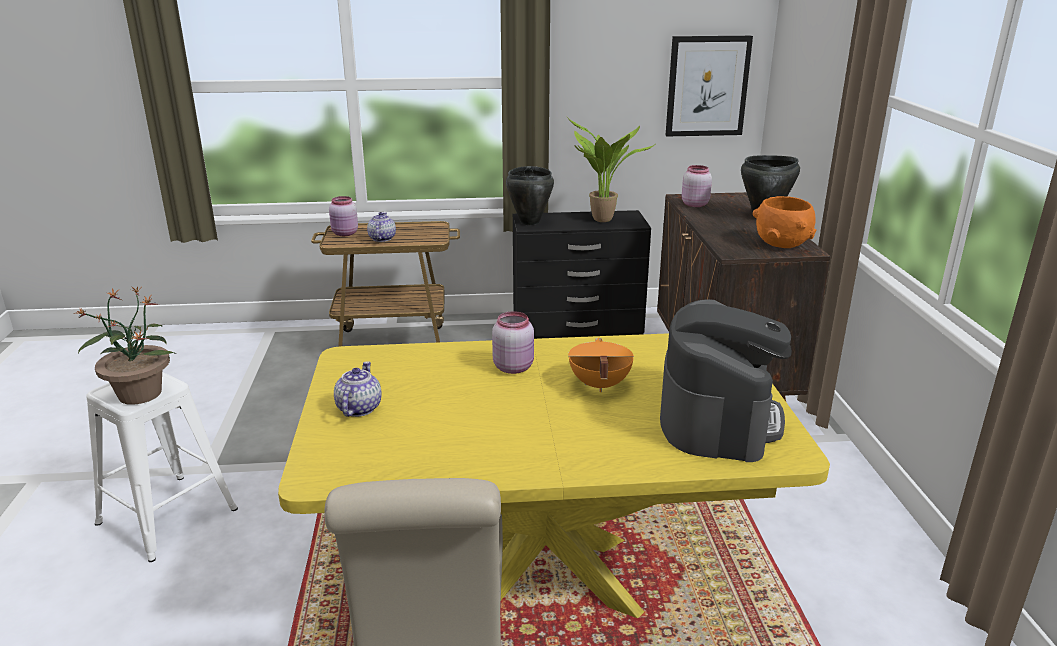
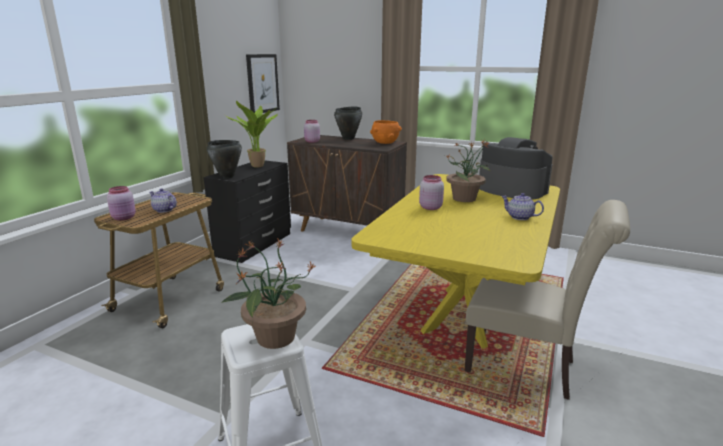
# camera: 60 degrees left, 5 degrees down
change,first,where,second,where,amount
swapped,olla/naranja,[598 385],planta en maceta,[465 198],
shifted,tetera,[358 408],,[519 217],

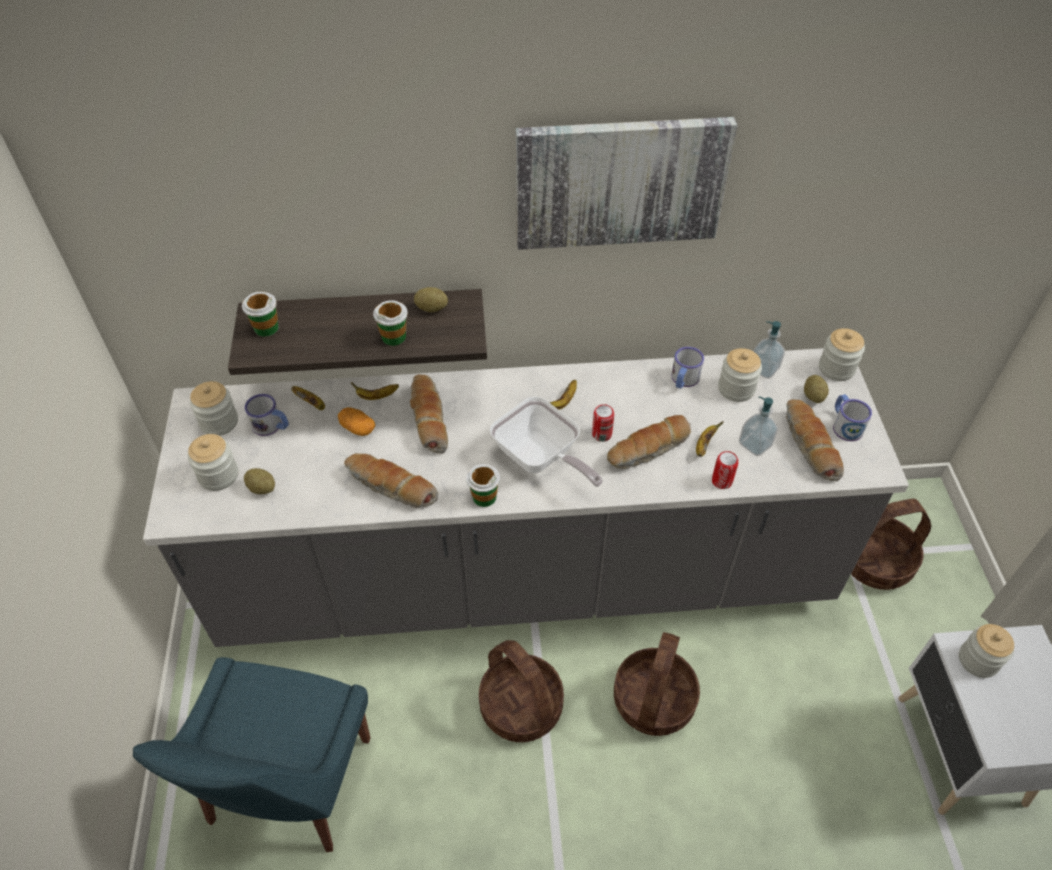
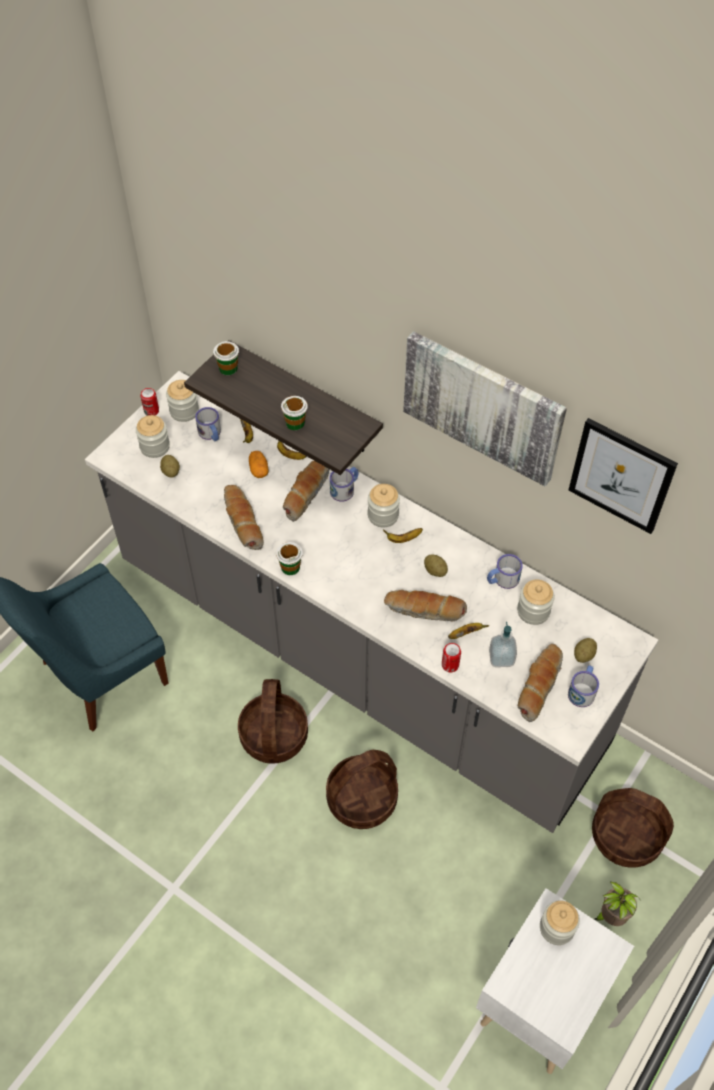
# camera: 40 degrees right, 5 degrees up
change,first,where,second,where,amount
shifted,patata,[431 308],,[435 571],
gone,dispensador de jabón,[763 368],,,
shifted,tarro,[836 368],,[383 515],
gone,sartén,[540 459],,,
shifted,lata,[601 434],,[151 411],
new,,,cuadro,[621 475],
new,,,taza grande,[345 489],
new,,,planta en maceta,[610 916],

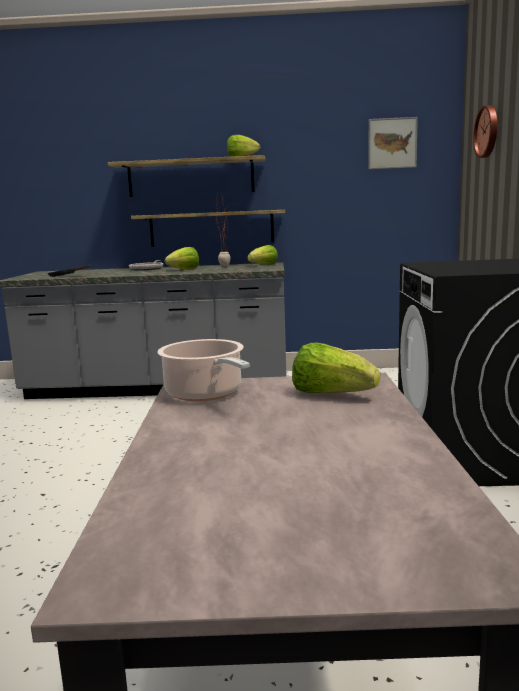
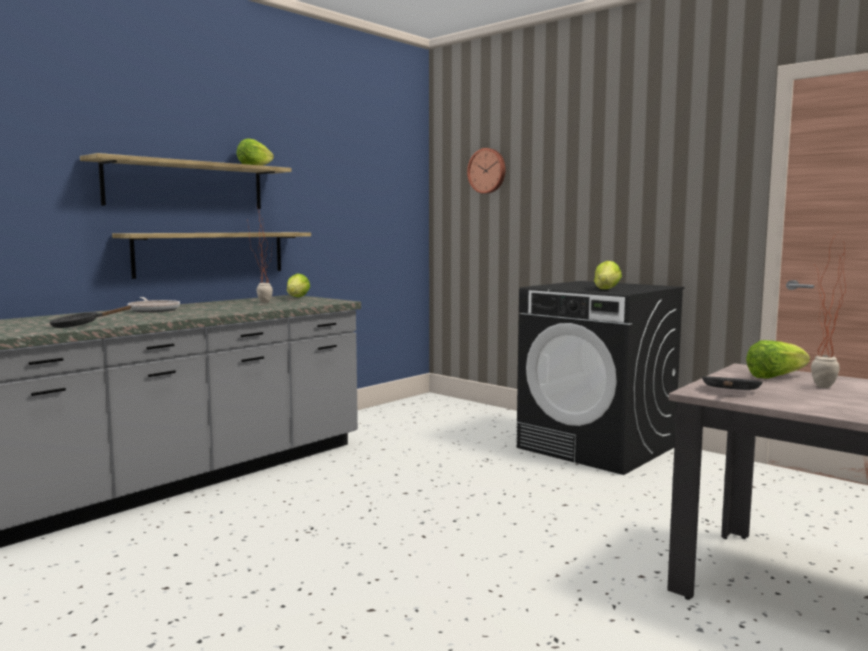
# camera: 50 degrees left, 5 degrees down
change,first,where,second,where,amount
gone,cuadro,[392 143],,,
shifted,lechuga,[184 269],,[606 289],
swapped,olla,[206 394],sartén/negro,[730 391],
new,,,planta en maceta,[820 388],

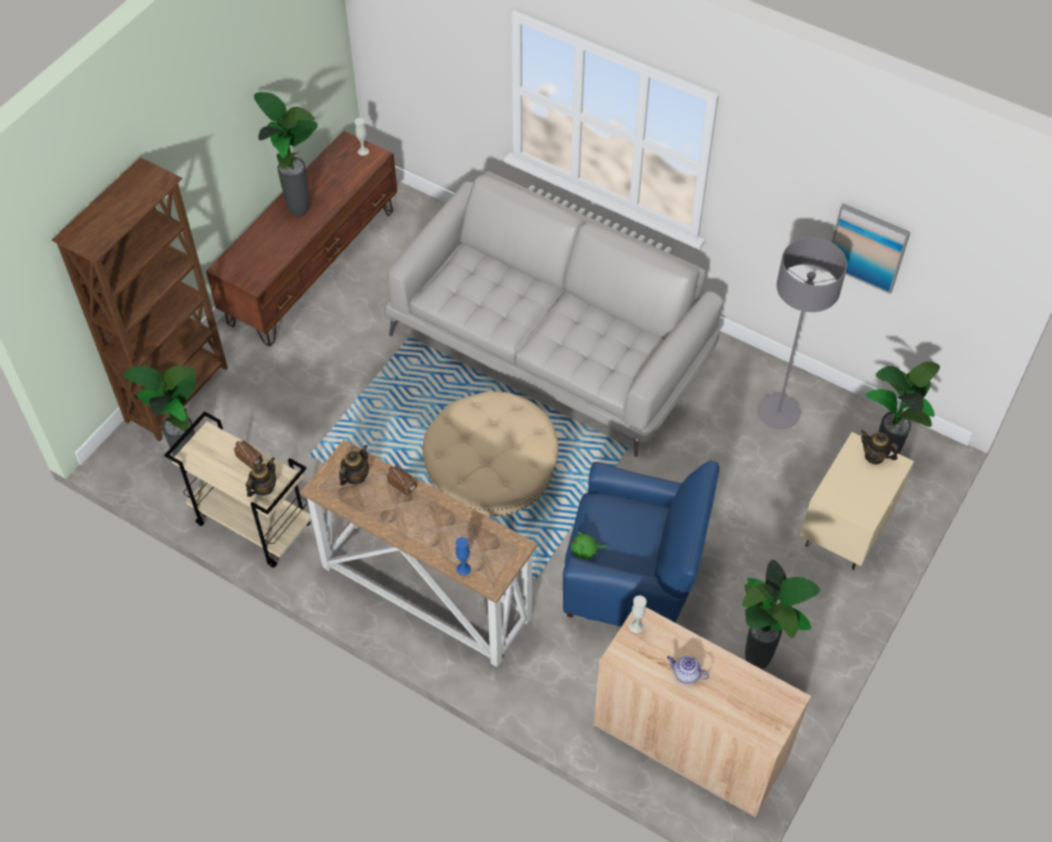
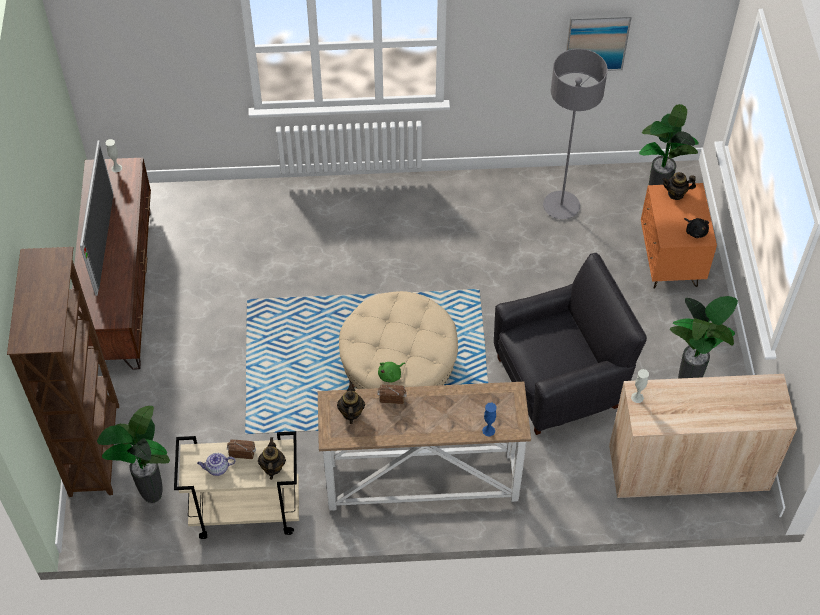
# camera: 35 degrees left, 0 degrees up
change,first,where,second,where,amount
swapped,planta en maceta,[299 211],televisor,[105 242],
gone,sofá/gris,[552 344],,,
repainted,mesita de noche/beis,[845 530],mesita de noche/naranja,[670 262],
repainted,sillón/azul,[633 580],sillón/negro,[560 381],
shifted,peluche/verde,[586 551],,[391 375],
shifted,tetera,[685 674],,[217 468],
new,,,peluche/negro,[695 231],

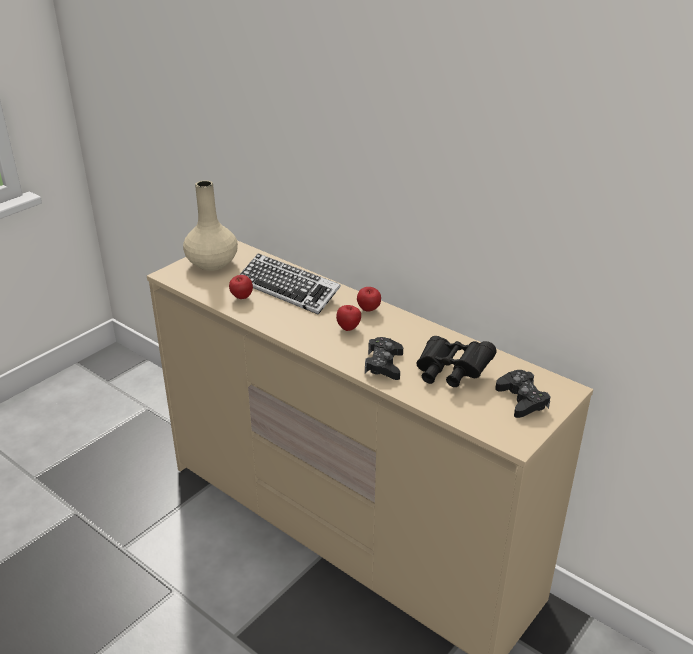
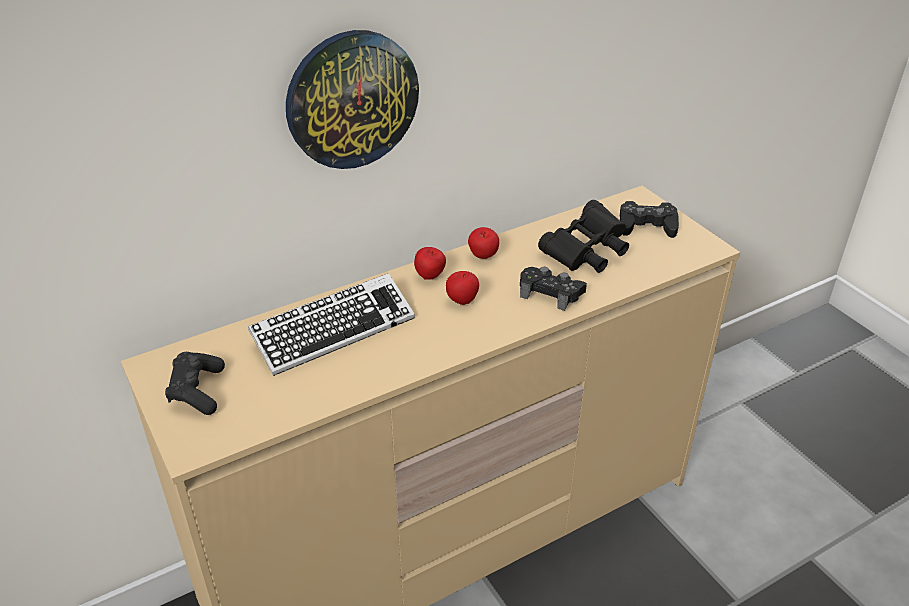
# camera: 70 degrees left, 5 degrees up
change,first,where,second,where,amount
swapped,florero/beis,[212 263],mando de consola/negro,[197 392],
shifted,manzana,[241 298],,[483 257],
new,,,reloj de pared,[352 99],

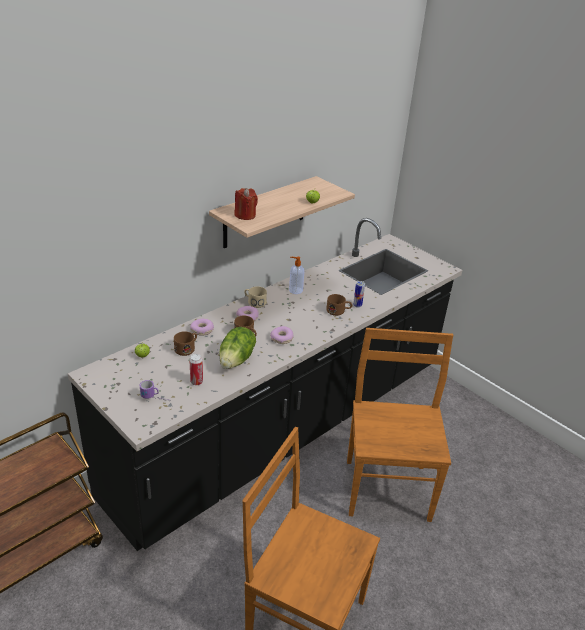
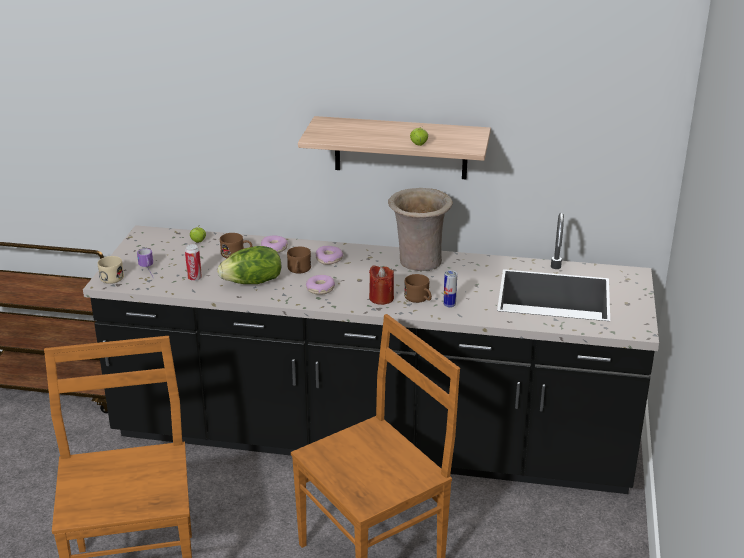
# camera: 55 degrees right, 5 degrees down
change,first,where,second,where,amount
shifted,vela/rojo,[245 215],,[381 298],
swapped,dispensador de jabón,[295 290],florero/beis,[418 262],
shifted,taza grande/beis,[254 302],,[112 276],

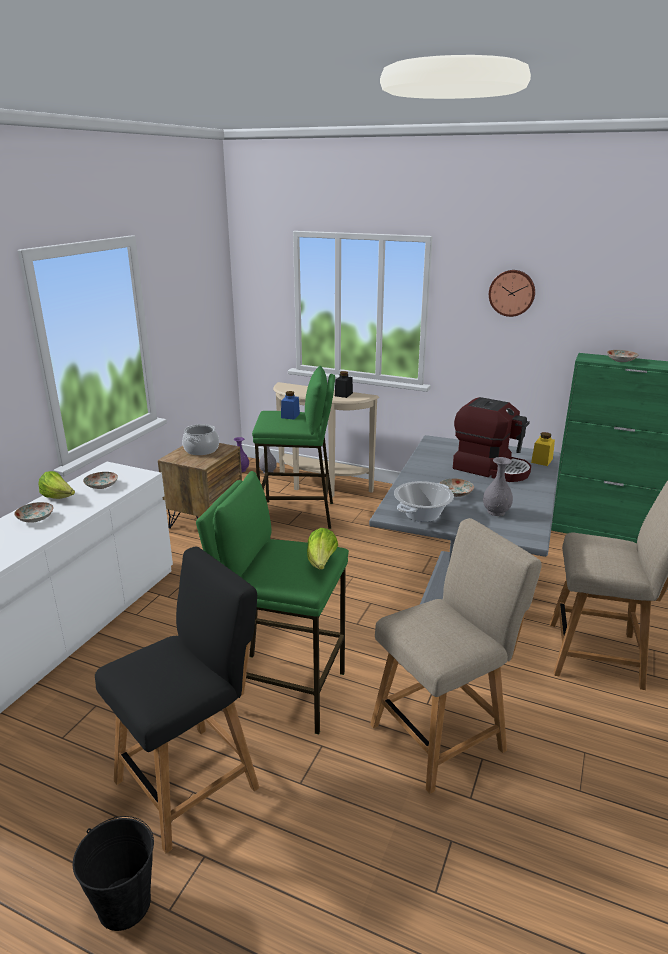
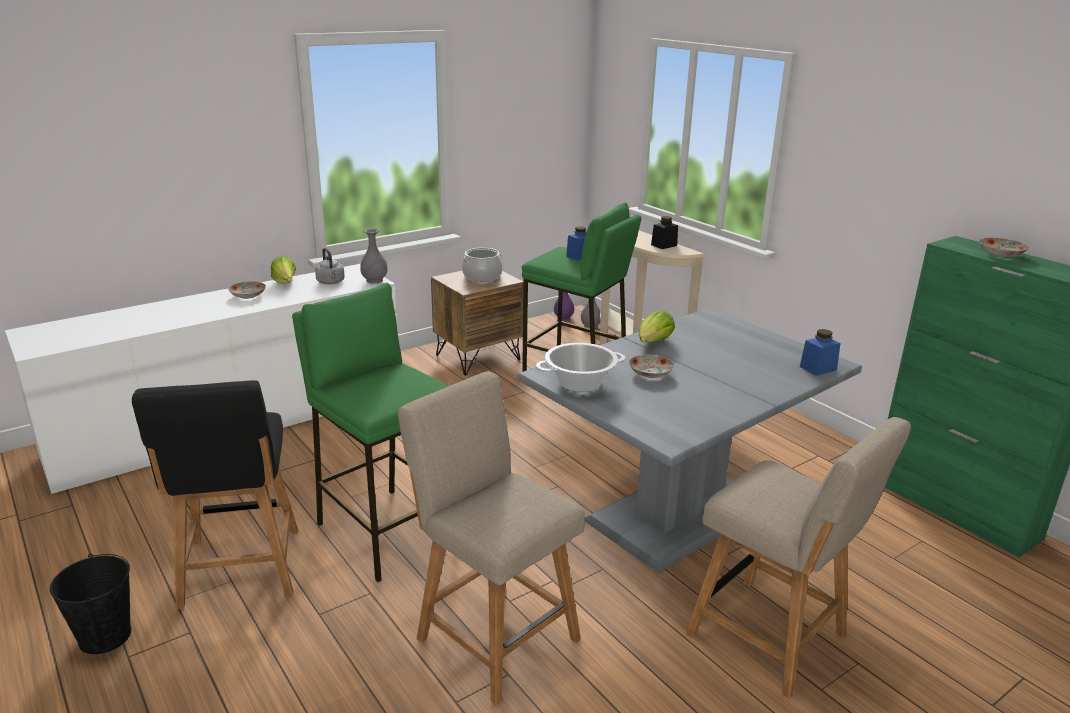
# camera: 30 degrees right, 0 degrees up
change,first,where,second,where,amount
gone,reloj de pared,[512 293],,,
gone,cafetera,[491 468],,,
repainted,tarro/amarillo,[542 460],tarro/azul,[818 368],
shifted,florero/gris,[496 512],,[374 280],
swapped,plato,[102 485],hervidor/gris,[331 282],
rotated,silla/beis,[442 734],,[493 635],135 degrees counterclockwise
shifted,lechuga,[321 563],,[653 343],
rotated,silla/negro,[193 780],,[240 572],90 degrees clockwise

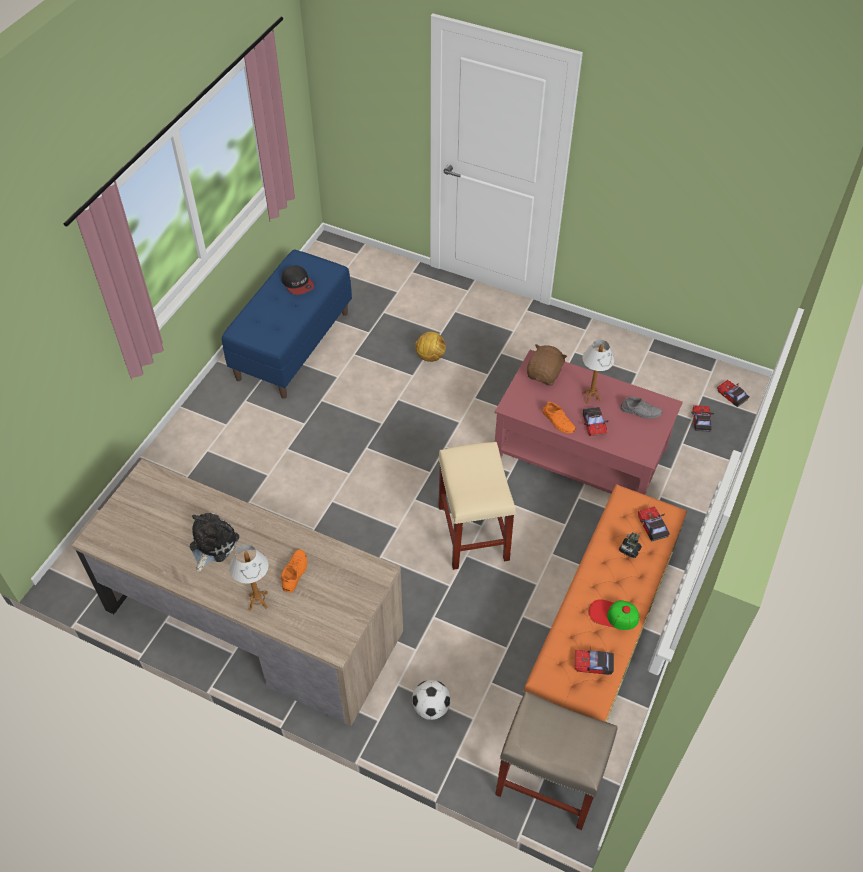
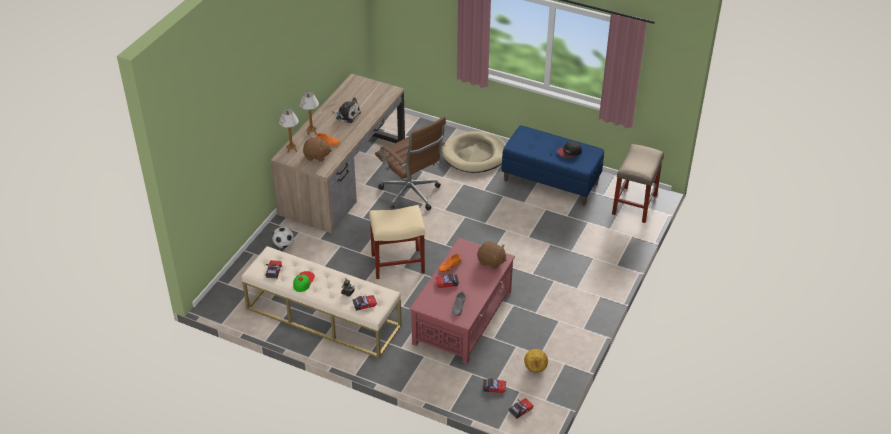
# camera: 90 degrees right, 10 degrees down
change,first,where,second,where,amount
shifted,balón de fútbol,[430 357],,[535 368],
shifted,lámpara de mesa,[591 396],,[291 149],
repainted,banco/naranja,[600 631],banco/beis,[323 317],
shifted,taburete/beis,[550 781],,[634 205],
new,,,silla de oficina/marrón,[411 195],
new,,,cama para perro/beis,[475 155],
new,,,peluche/marrón,[317 156],

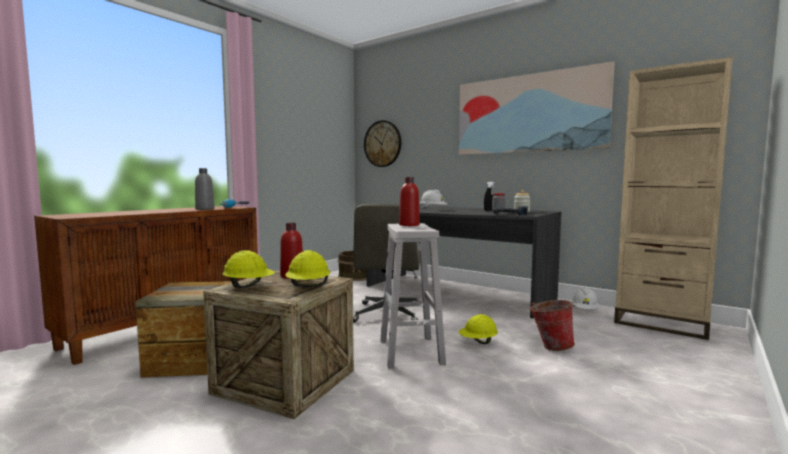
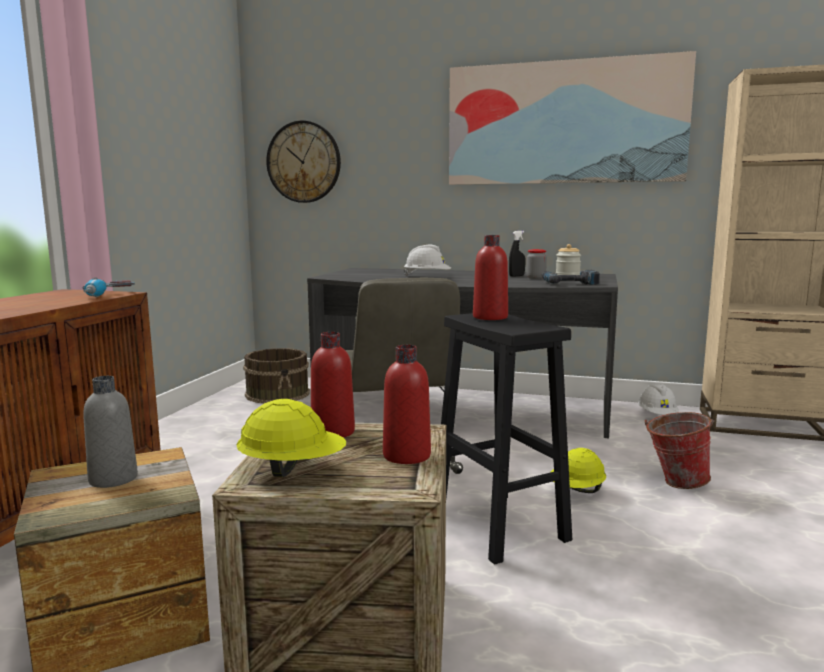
# camera: 20 degrees left, 5 degrees up
change,first,where,second,where,amount
shifted,botella/gris,[205 209],,[113 479],
repainted,taburete/blanco,[411 352],taburete/negro,[500 527],
swapped,casco/amarillo,[308 287],botella/rojo,[406 456],

